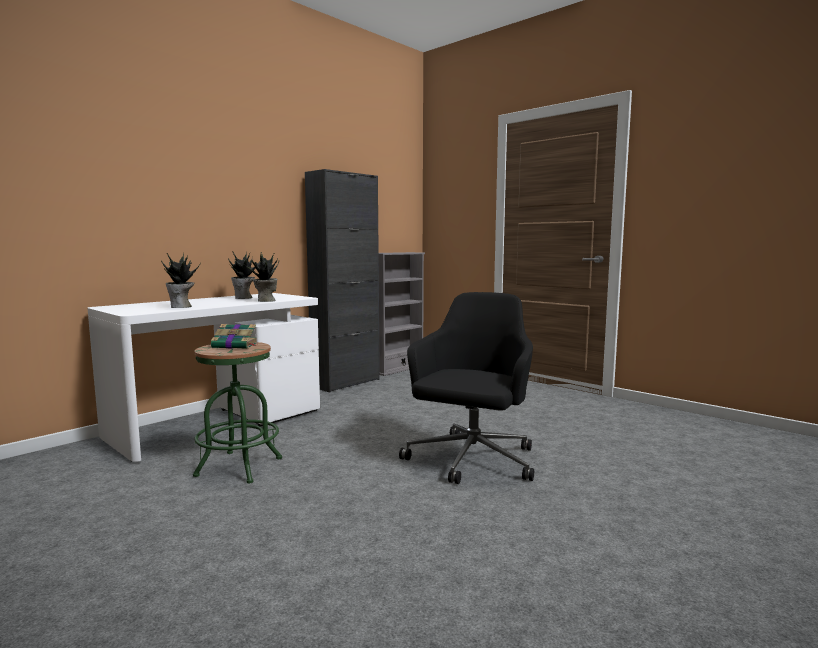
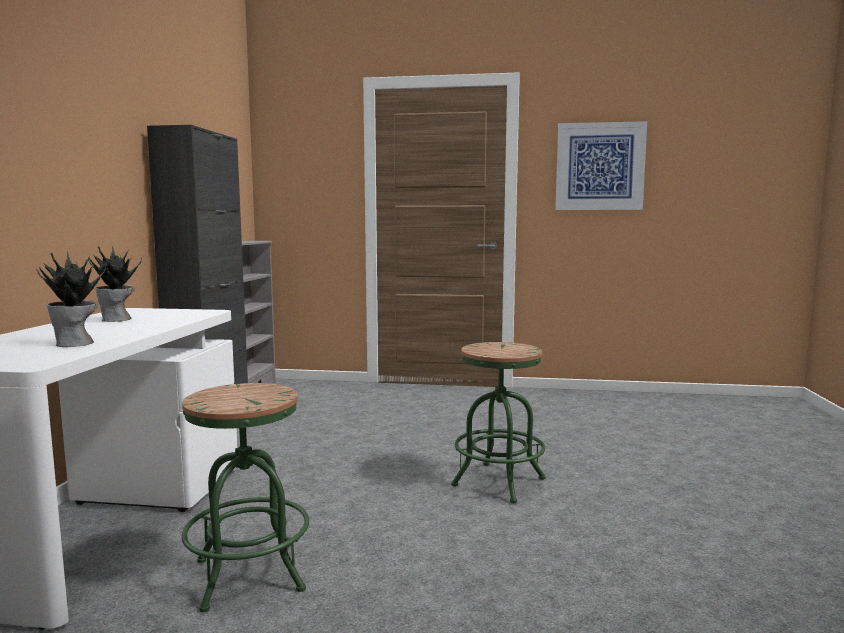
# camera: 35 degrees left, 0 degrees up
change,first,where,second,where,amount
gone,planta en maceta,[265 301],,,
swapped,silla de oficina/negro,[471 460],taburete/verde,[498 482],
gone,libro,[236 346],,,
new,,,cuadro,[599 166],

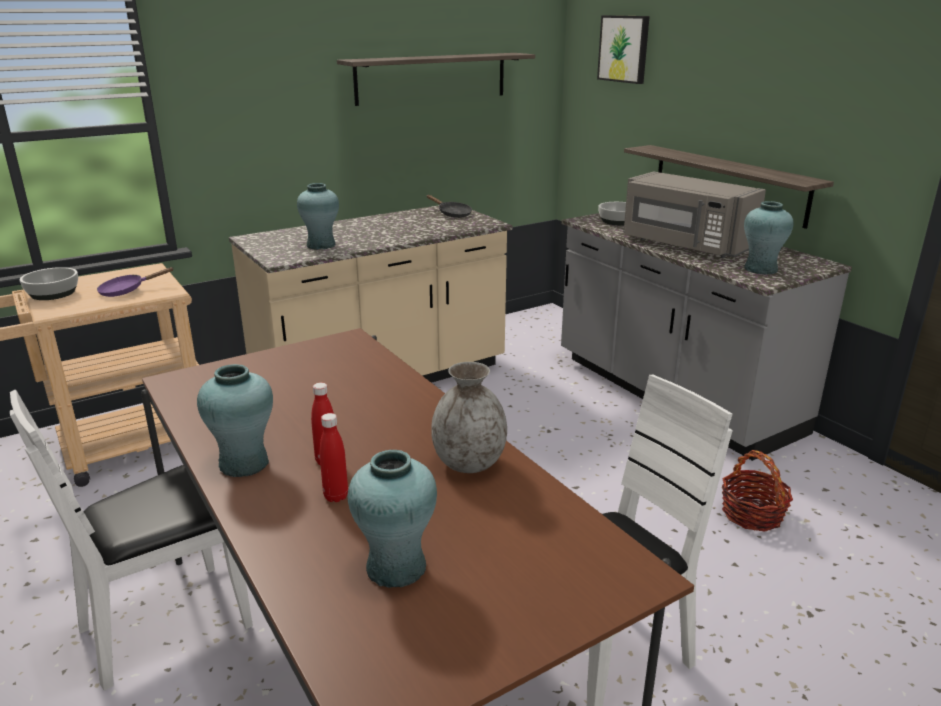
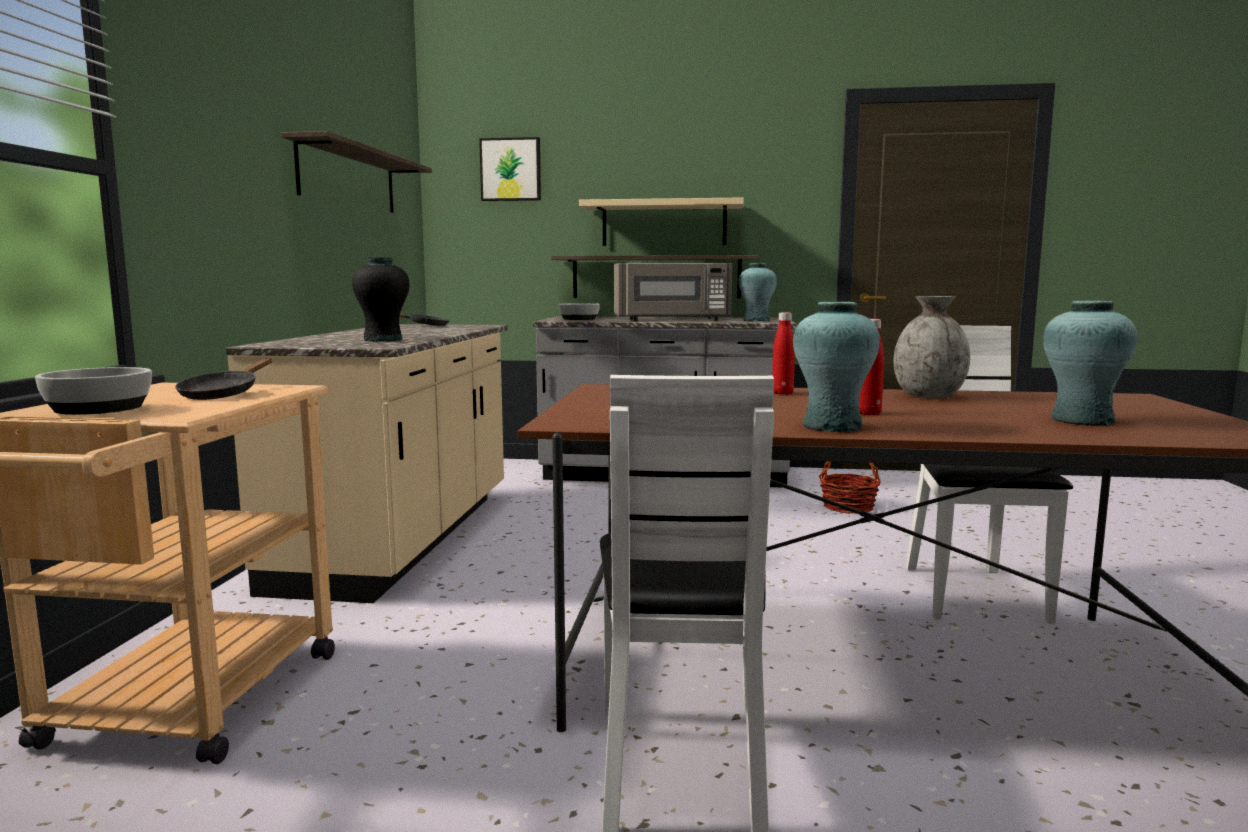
# camera: 50 degrees left, 15 degrees down
change,first,where,second,where,amount
repainted,florero/turquesa,[321 245],florero/negro,[383 340],
repainted,sartén/morado,[127 291],sartén/negro,[223 394],
shifted,botella/rojo,[336 496],,[782 393],
new,,,estante/beis,[664 224],

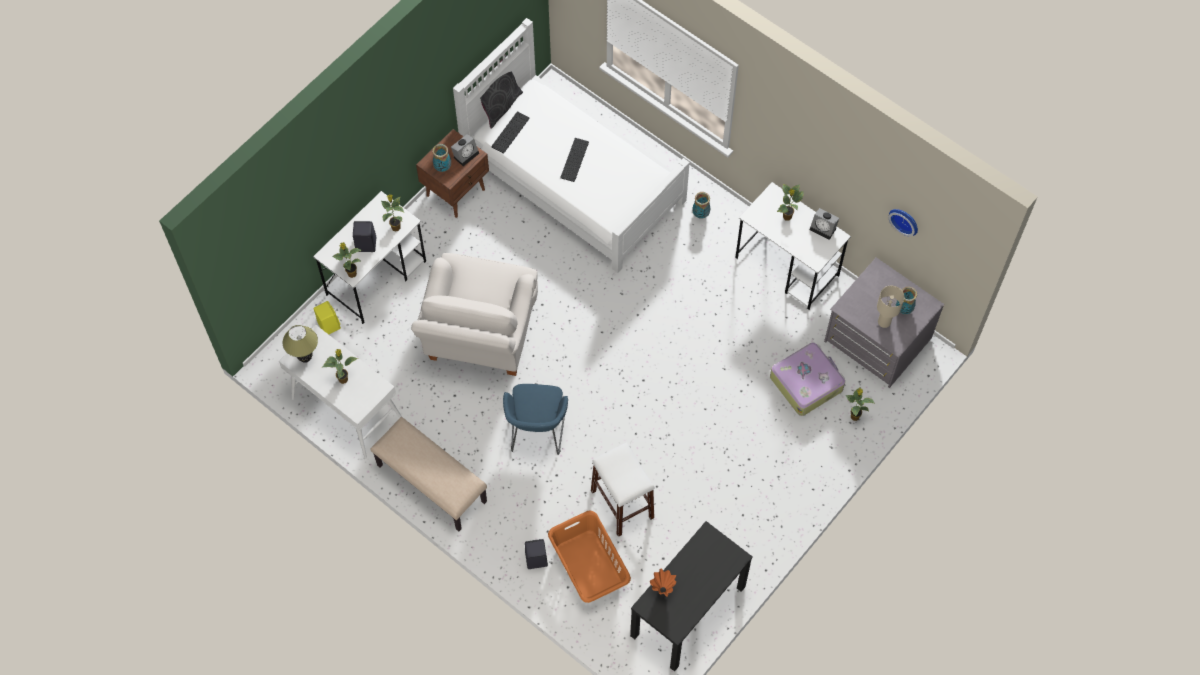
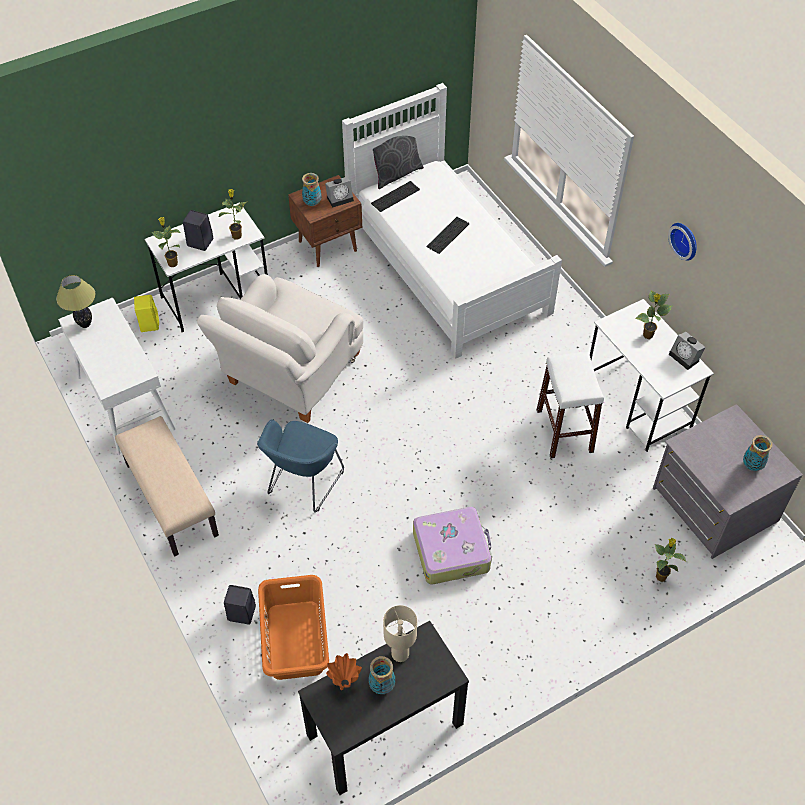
# camera: 20 degrees right, 10 degrees down
change,first,where,second,where,amount
shifted,florero,[701 214],,[382 686],
shifted,reloj de pared,[905 220],,[685 240],
shifted,lámpara de mesa/beis,[883 322],,[399 654],
shifted,maleta,[806 382],,[452 550],
gone,planta en maceta,[343 378],,,
shifted,taburete/blanco,[622 504],,[564 430],

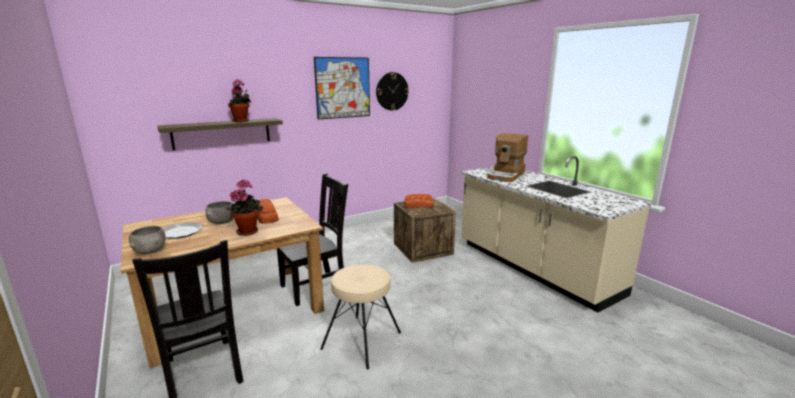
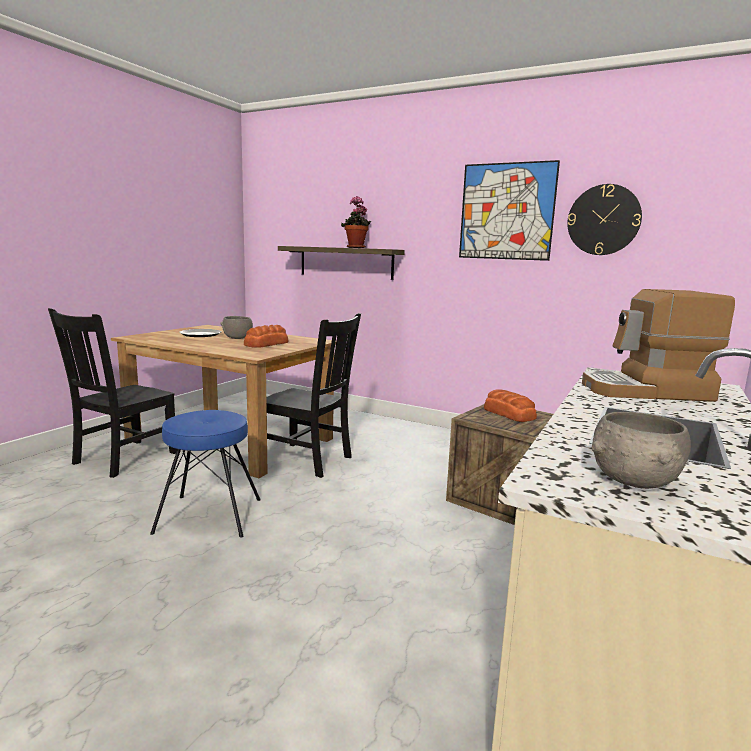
# camera: 60 degrees right, 5 degrees down
change,first,where,second,where,amount
gone,planta en maceta,[248 231],,,
shifted,cuenco/gris,[150 251],,[635 480],
repainted,taburete/beis,[362 340],taburete/azul,[209 516],

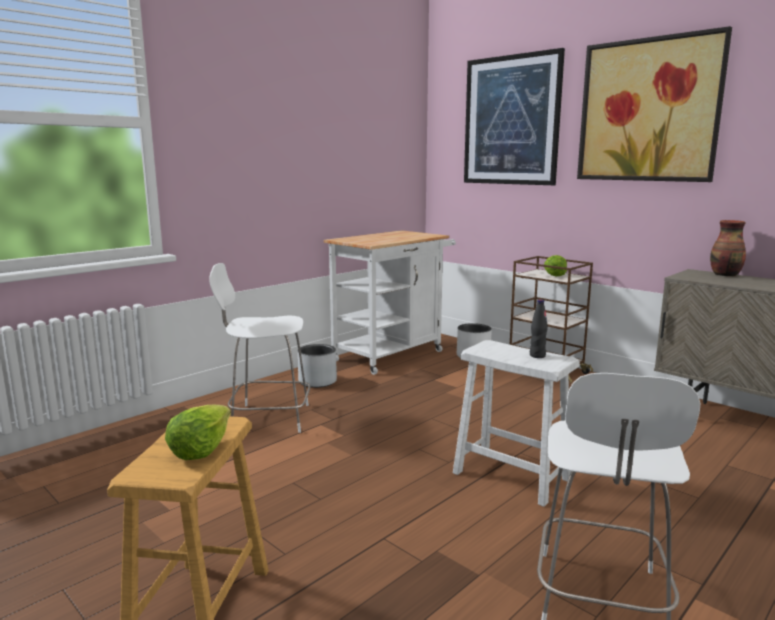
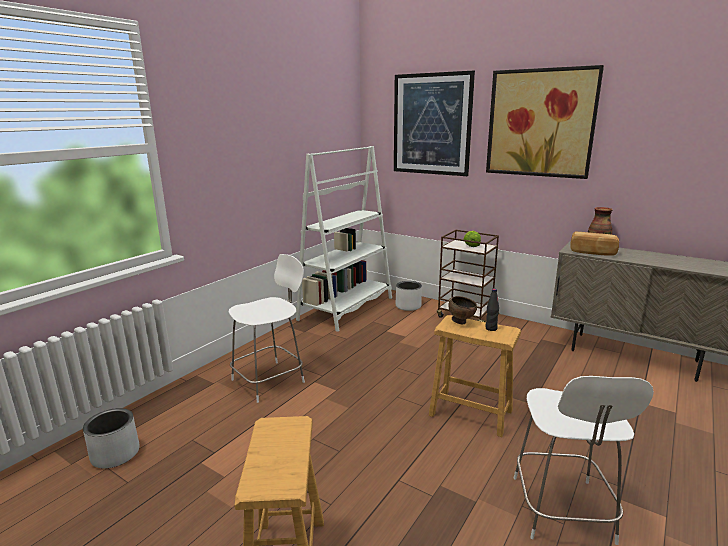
# camera: 10 degrees left, 5 degrees up
change,first,where,second,where,amount
swapped,carrito/blanco,[393 354],estantería/blanco,[346 309],
rotated,silla/blanco,[267 418],,[270 380],150 degrees clockwise
repainted,taburete/blanco,[511 476],taburete/marrón,[470 413],
shifted,maceta/gris,[318 381],,[116 454],
gone,lechuga,[200 449],,,
new,,,pan,[592 253],
new,,,cuenco/marrón,[461 322],

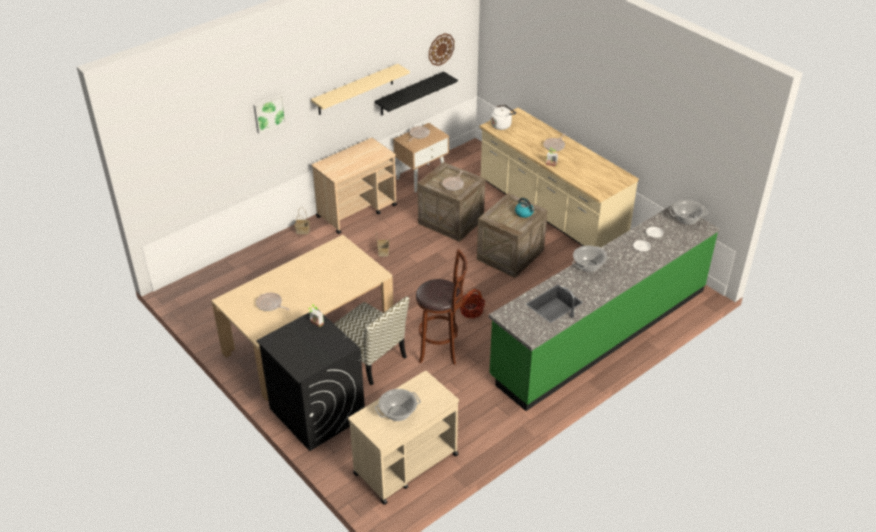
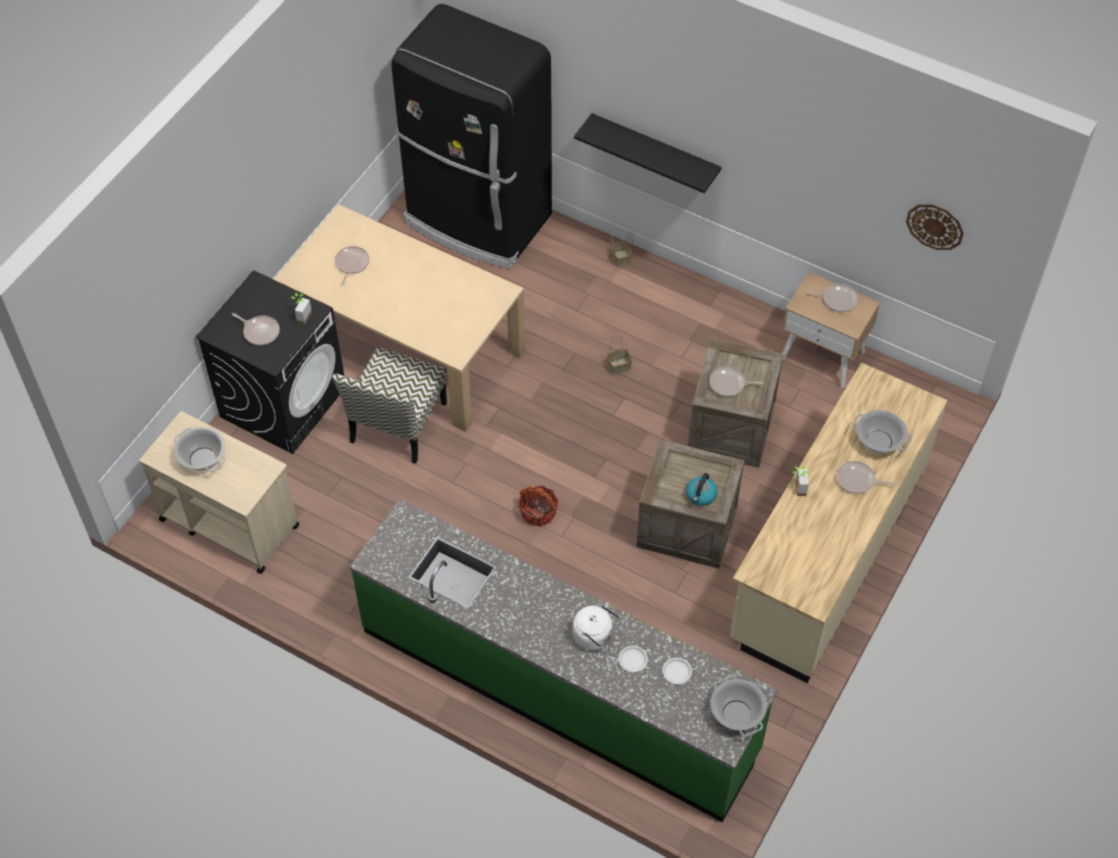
# camera: 70 degrees right, 15 degrees up
change,first,where,second,where,amount
gone,estante/beis,[355 89],,,
shifted,estante/negro,[410 94],,[655 150],
gone,cuadro,[268 113],,,
shifted,hervidor/blanco,[502 125],,[595 636],
gone,carrito/beis,[357 211],,,
shifted,olla,[588 266],,[879 441],
gone,taburete/marrón,[441 349],,,
new,,,nevera/negro,[477 220],
new,,,sartén,[260 331],

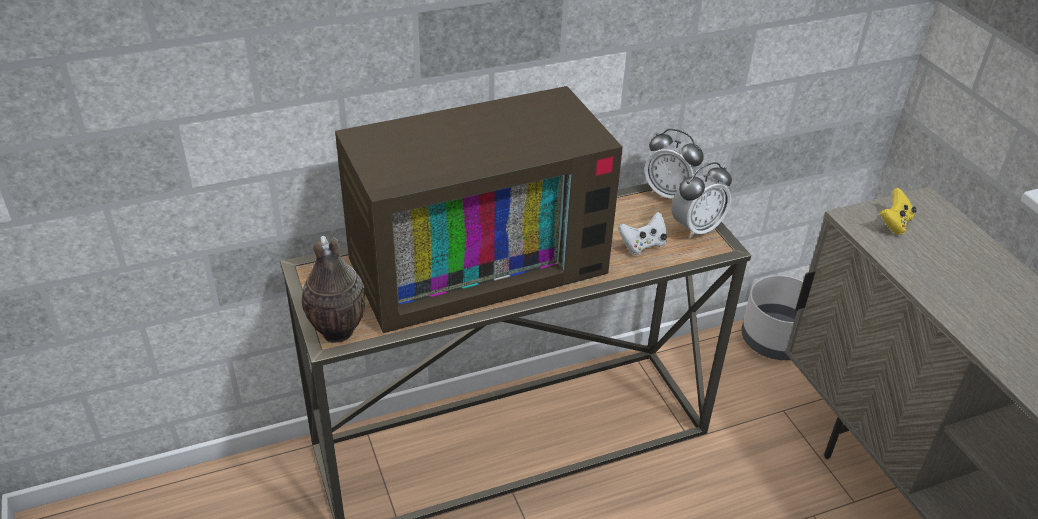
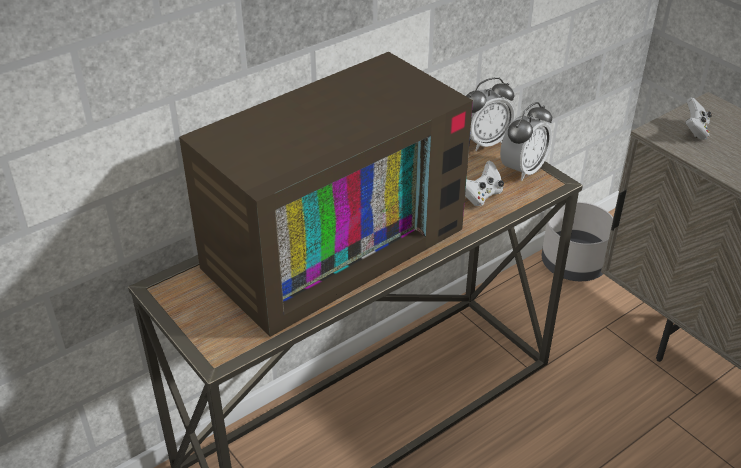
# camera: 15 degrees left, 0 degrees up
change,first,where,second,where,amount
rotated,despertador,[669 194],,[483 142],45 degrees counterclockwise
repainted,mando de consola/amarillo,[894 224],mando de consola/blanco,[695 131],
gone,florero,[336 333],,,

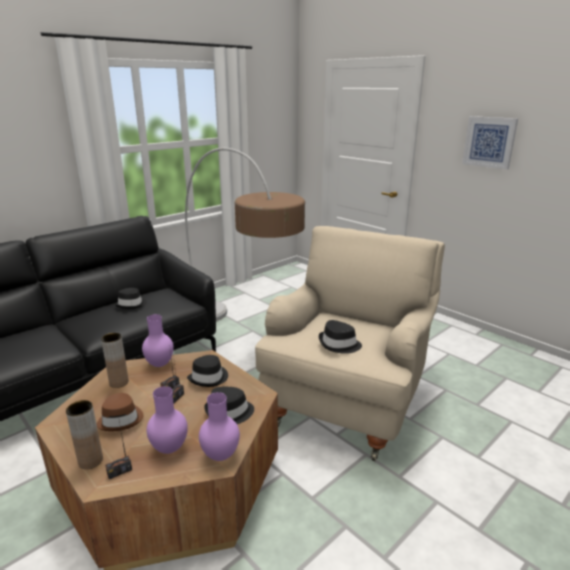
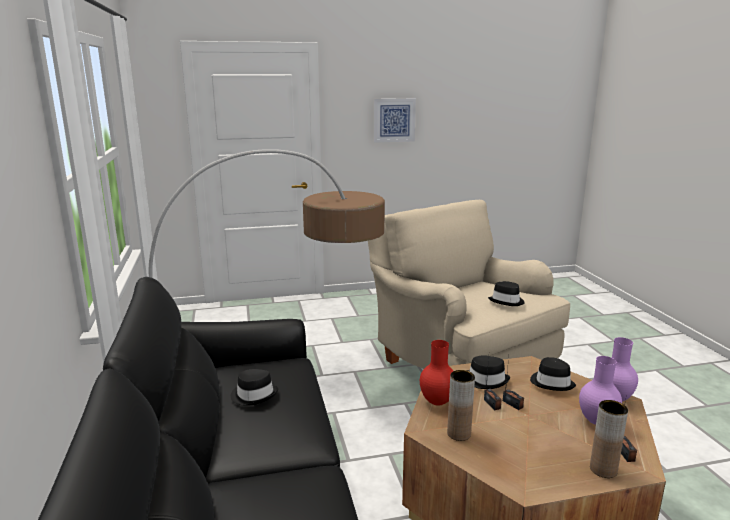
# camera: 60 degrees left, 5 degrees down
change,first,where,second,where,amount
repainted,florero/morado,[160 365],florero/rojo,[438 402],
gone,sombrero/marrón,[121 419],,,

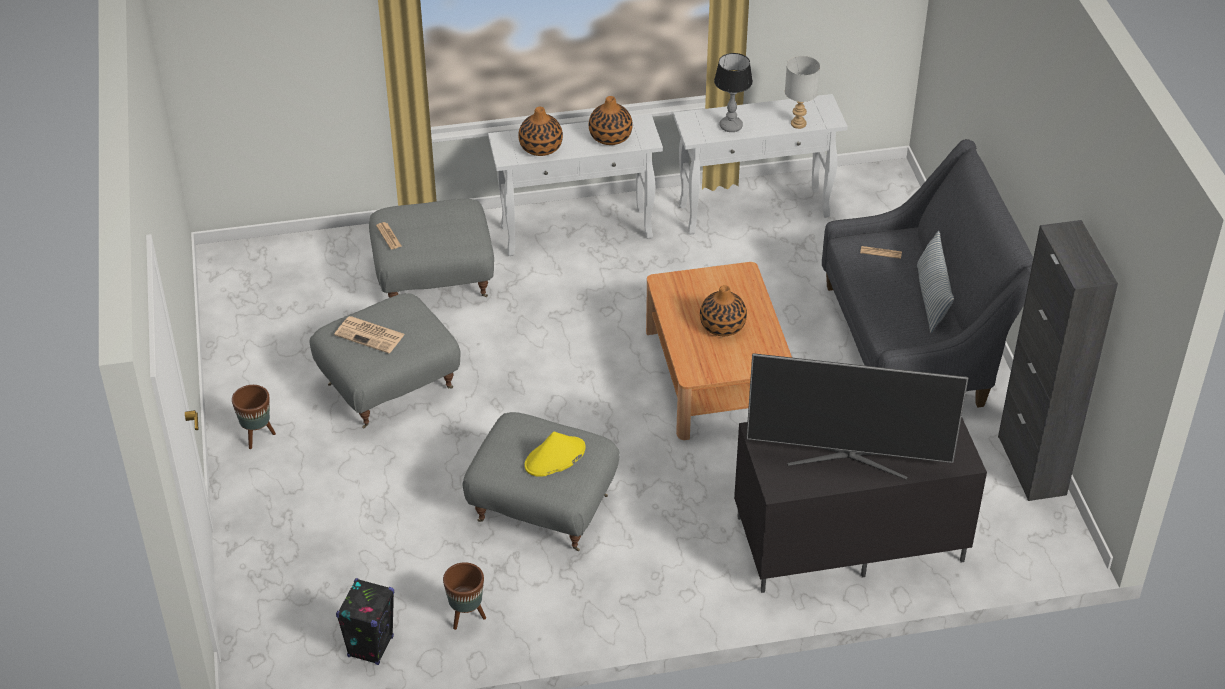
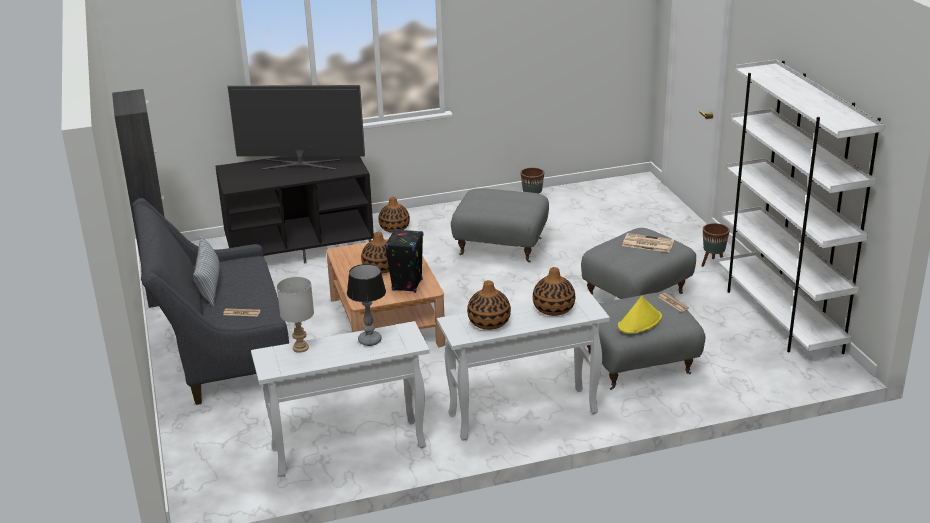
# camera: 175 degrees right, 15 degrees down
change,first,where,second,where,amount
shifted,sombrero/amarillo,[554 457],,[640 322],
shifted,altavoz/negro,[370 646],,[407 285],
new,,,estantería/blanco,[779 316],
new,,,florero,[394 228],

